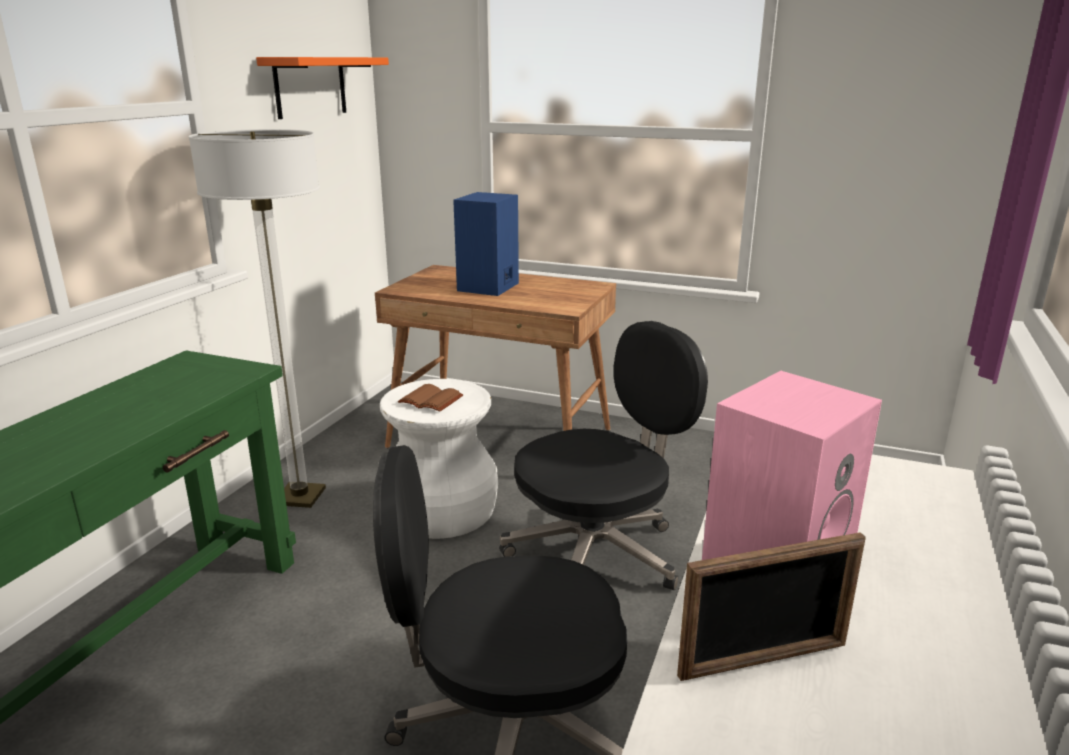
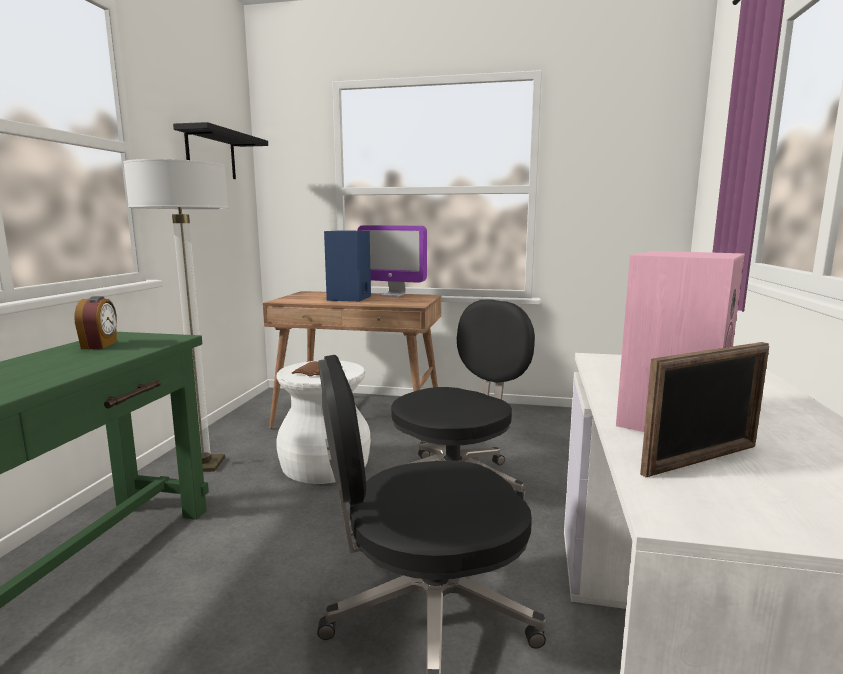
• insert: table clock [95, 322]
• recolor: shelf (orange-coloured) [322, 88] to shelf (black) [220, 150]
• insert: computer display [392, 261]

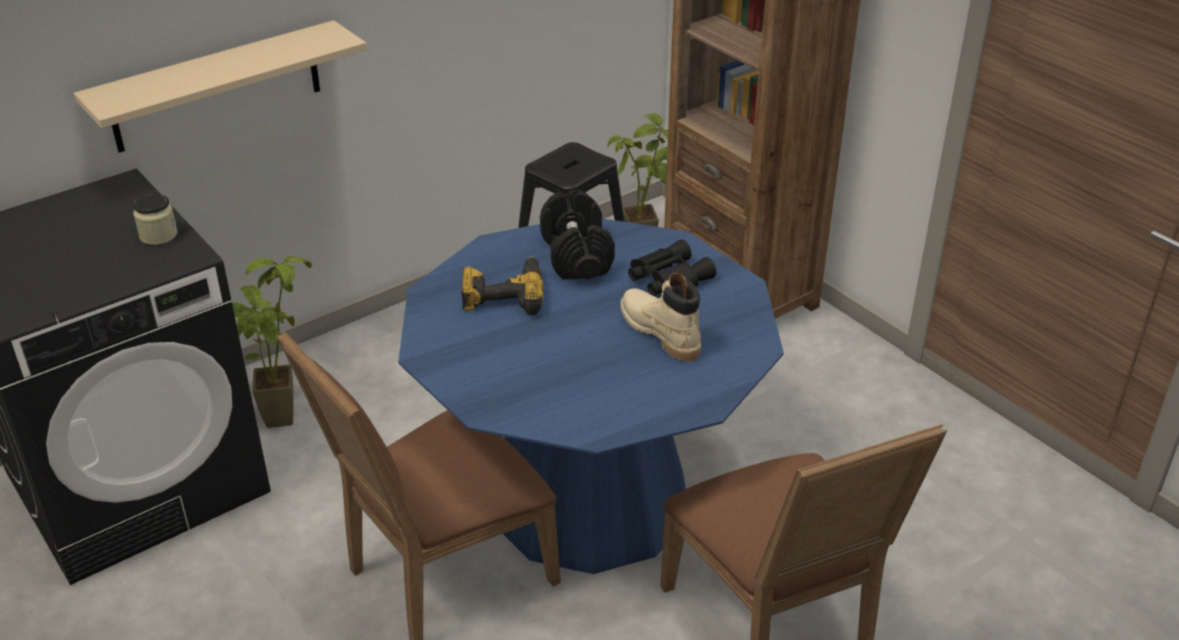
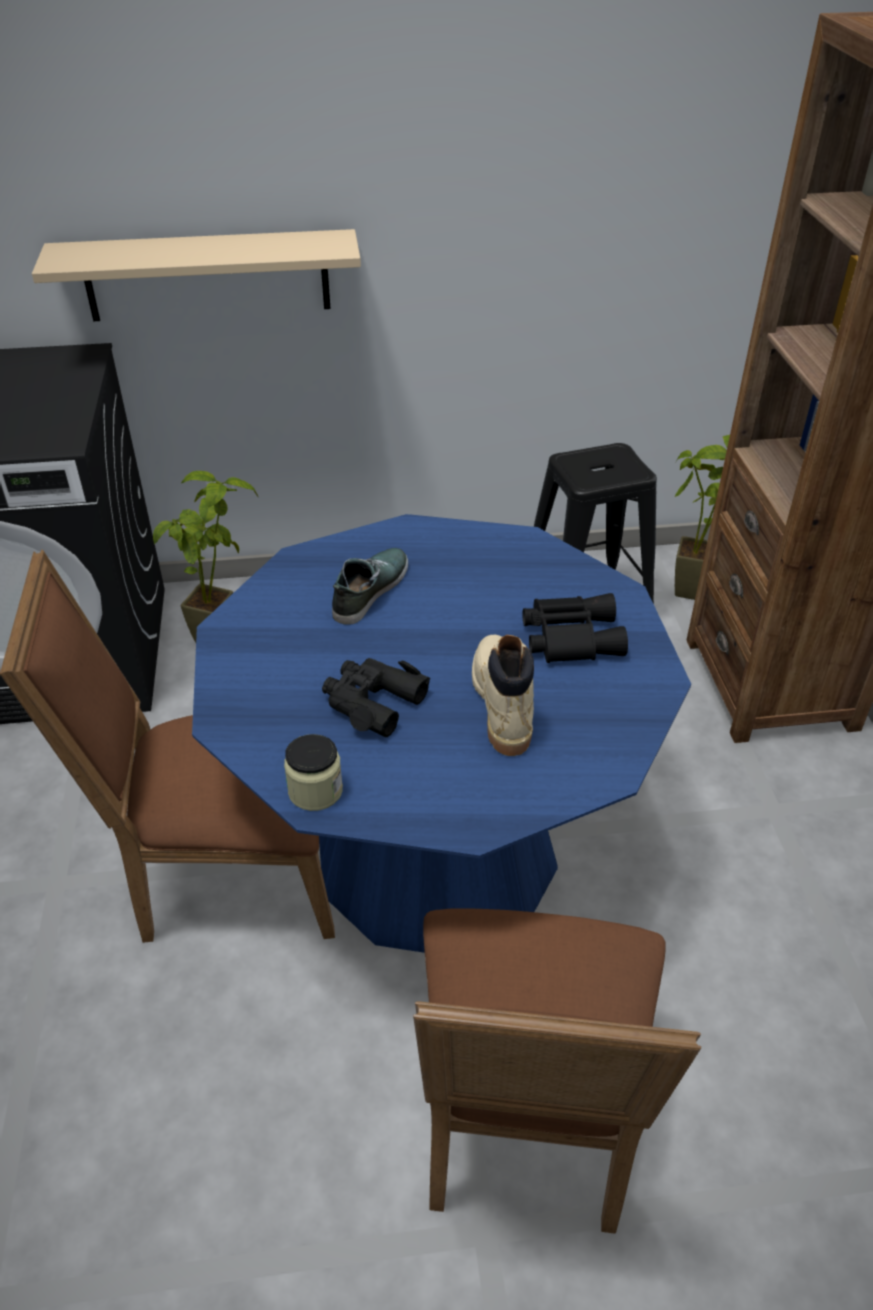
• move: storage jar [155, 219] to [313, 772]
• insert: field glasses (black) [376, 697]
• replace: electric drill [502, 286] to shoe [370, 586]
• delete: free weight (black) [577, 235]

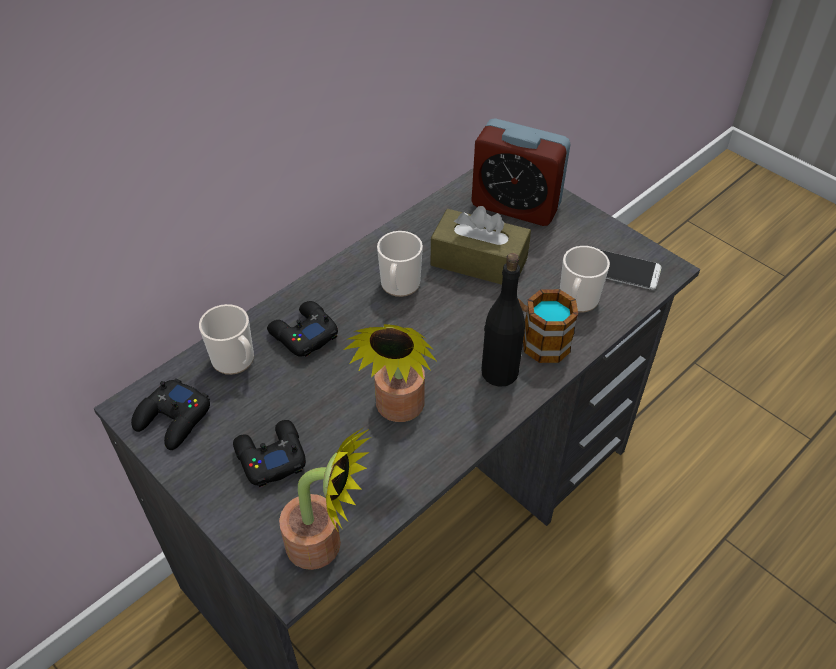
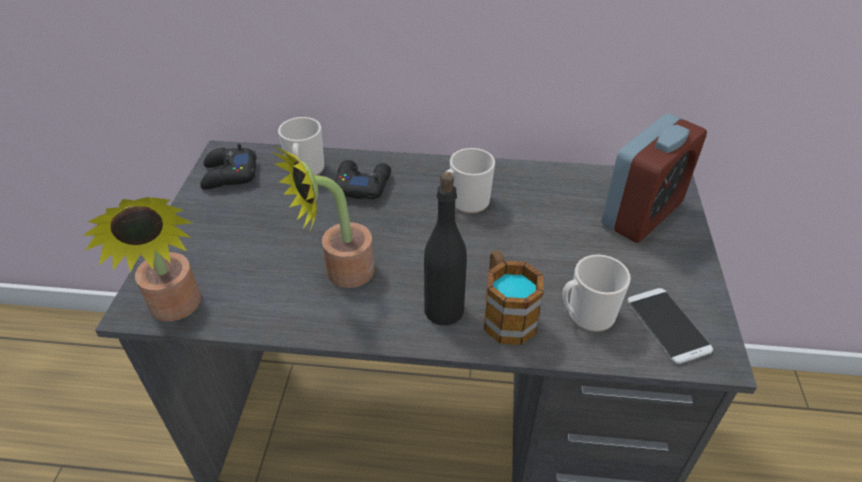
• rotate: table clock [521, 172] = [654, 178] 120 degrees counterclockwise
• delete: gamepad (black) [269, 453]
• delete: tissue box (brown-coloured) [480, 245]

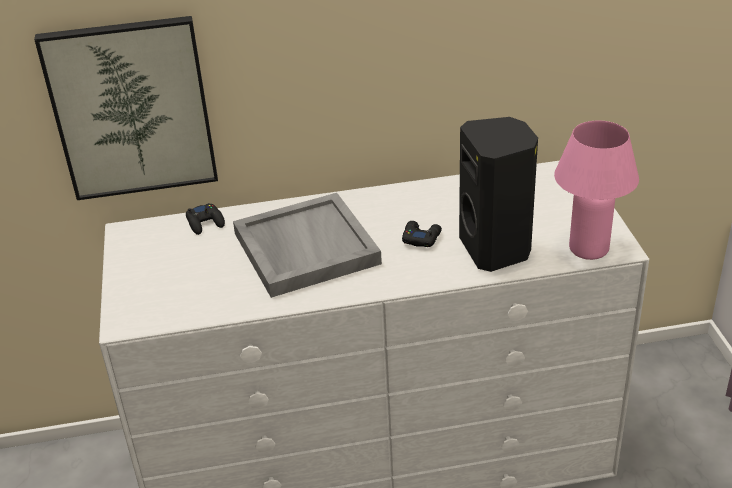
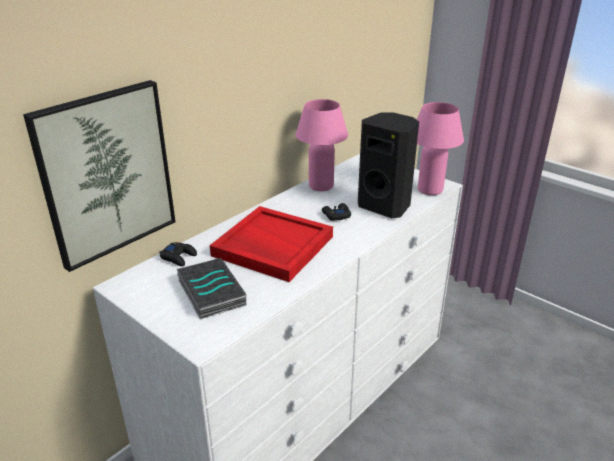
• insert: volume [211, 288]
• recolor: carrying tray (grey) [307, 245] to carrying tray (red) [271, 244]
• insert: lamp for a table (pink) [321, 145]

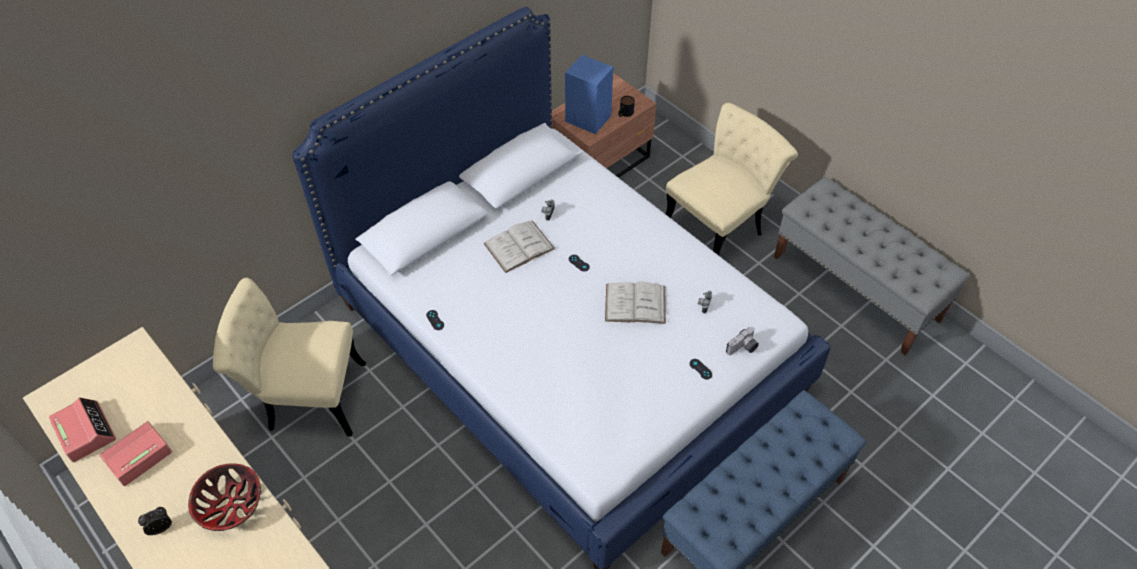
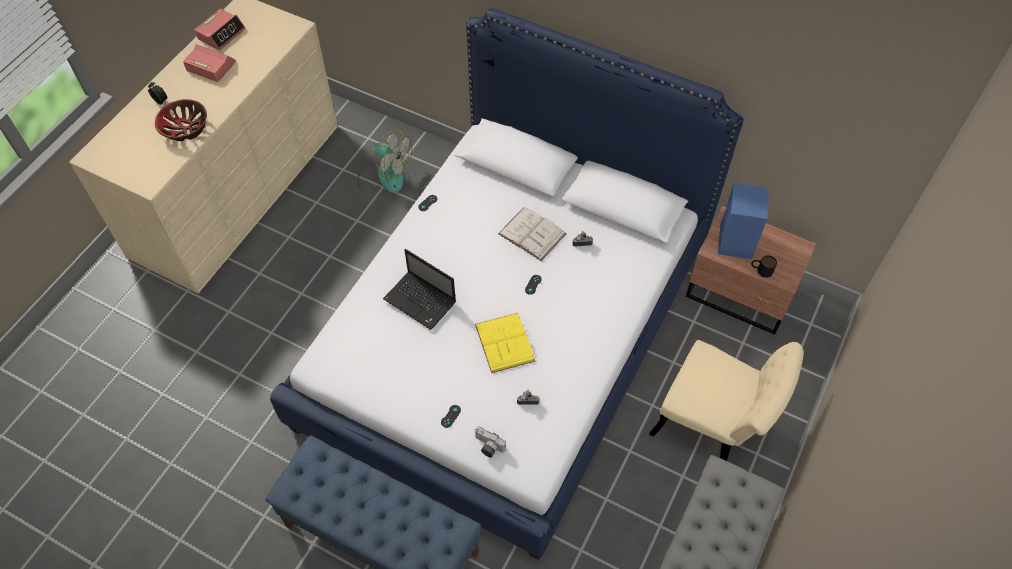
• replace: plain chair (beige-coloured) [289, 357] to fan [385, 161]
• insert: portable computer [419, 289]
• recolor: volume (whitish) [635, 302] to volume (yellow-coloured) [505, 343]

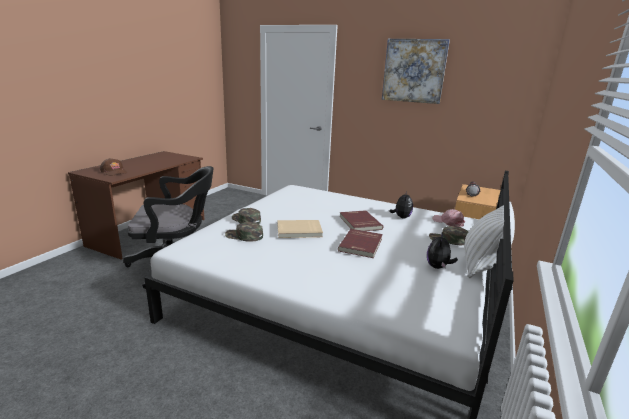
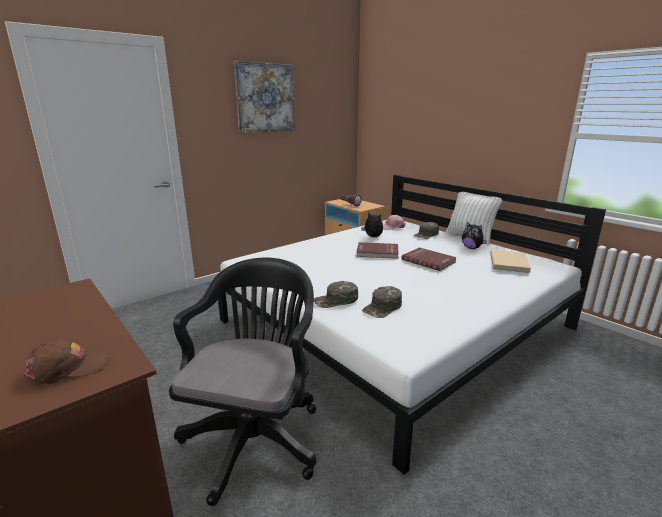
• move: volume (beige-coloured) [300, 229] to [510, 261]

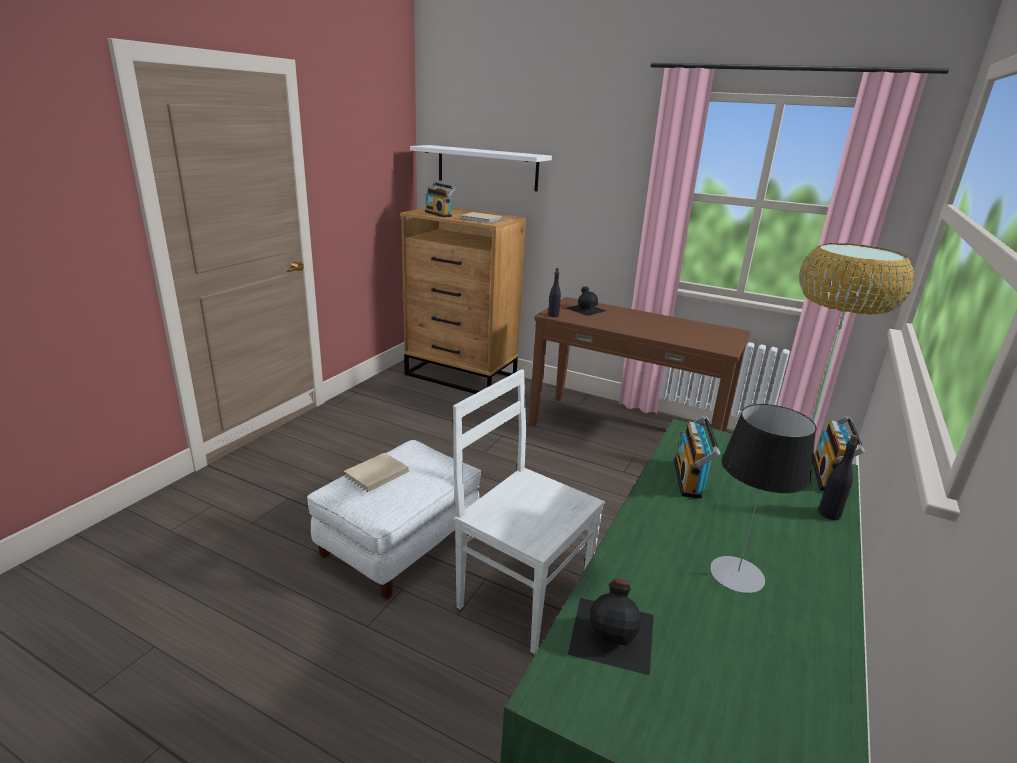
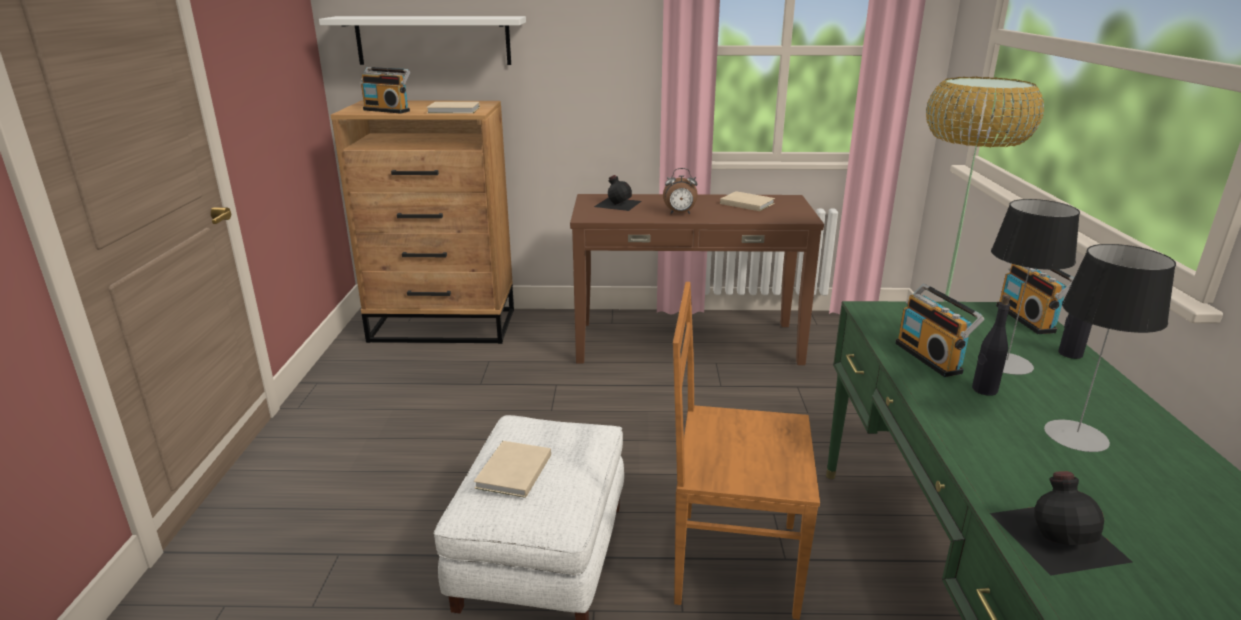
• insert: table clock [680, 191]
• recolor: plain chair (whitish) [529, 511] to plain chair (brown-coloured) [746, 450]
• insert: volume (beige-coloured) [747, 201]
• move: beverage bottle (black) [554, 292] to [991, 345]
• insert: lamp for a table [1035, 287]

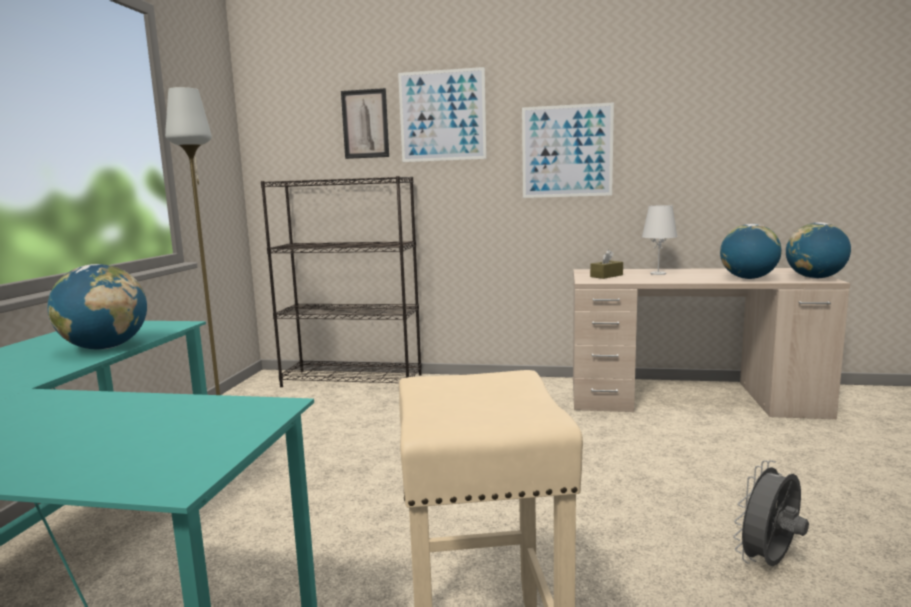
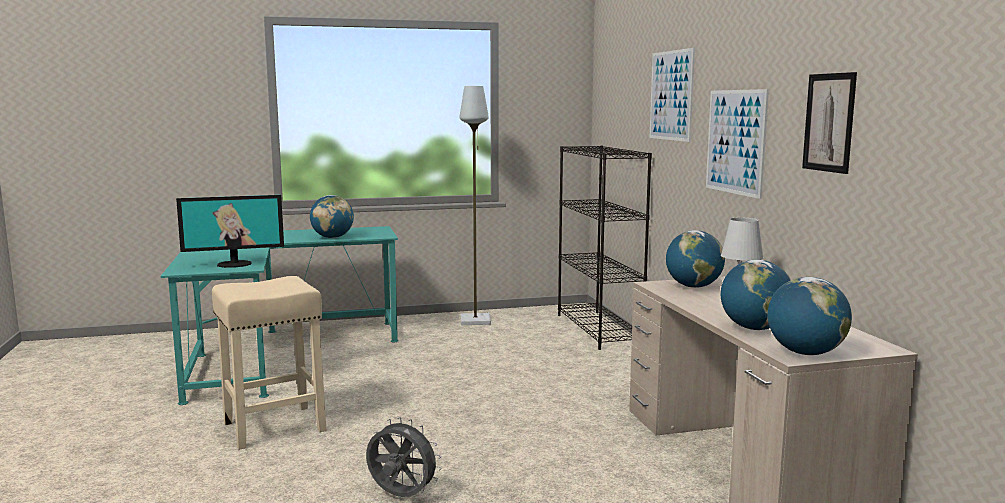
• insert: computer display [230, 231]
• replace: tissue box (brown-coloured) [606, 264] to globe [695, 259]
• move: wall picture [365, 123] to [829, 123]

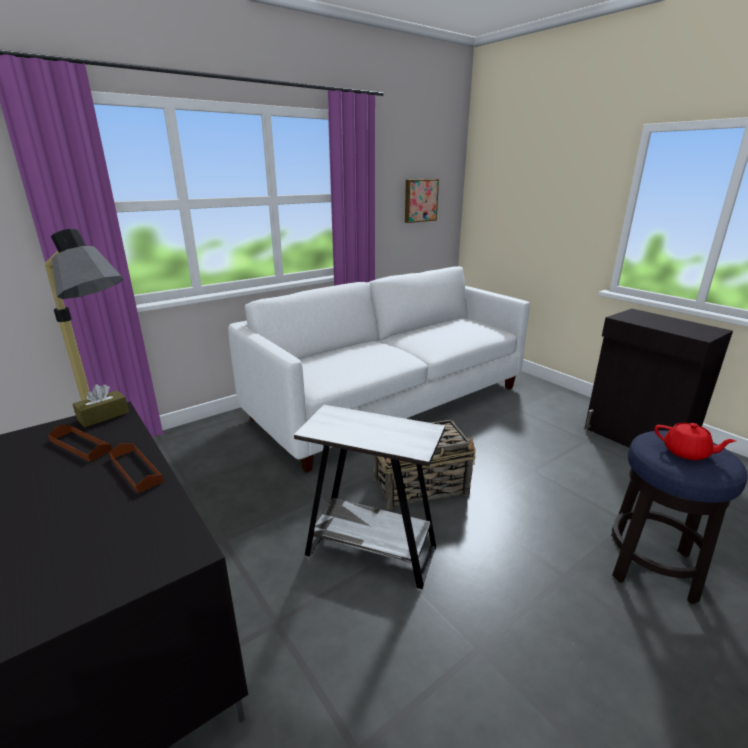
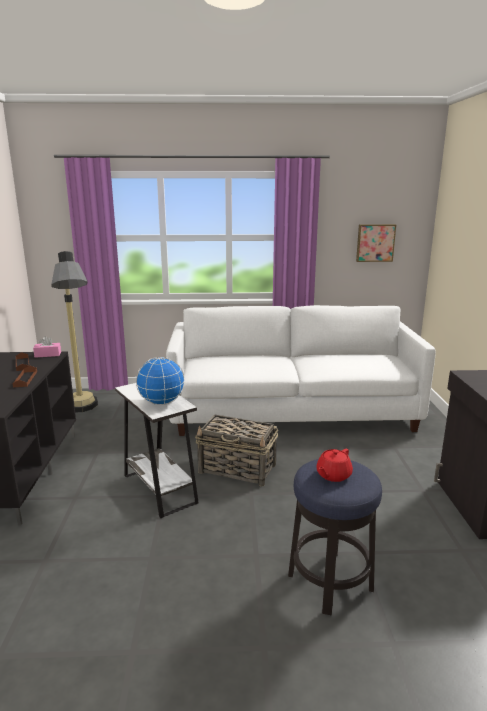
• recolor: tissue box (brown-coloured) [101, 405] to tissue box (pink) [47, 347]
• insert: globe [160, 381]
• rotate: pot for tea (red) [695, 441] = [334, 465] 60 degrees clockwise

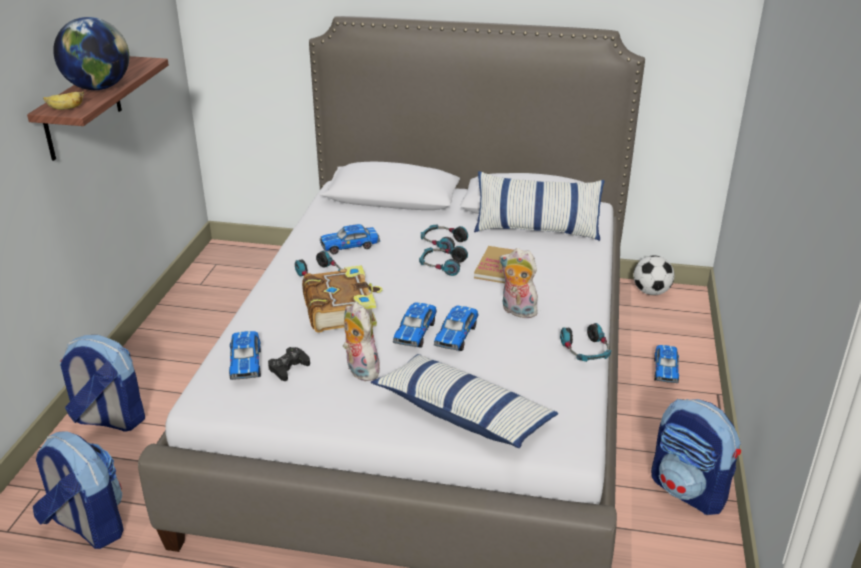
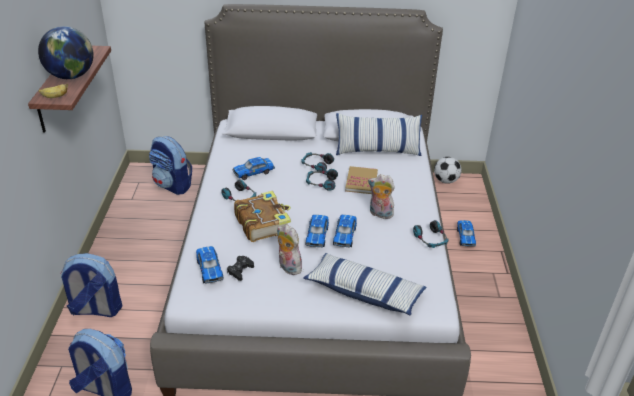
• move: rucksack [696, 457] to [170, 165]

